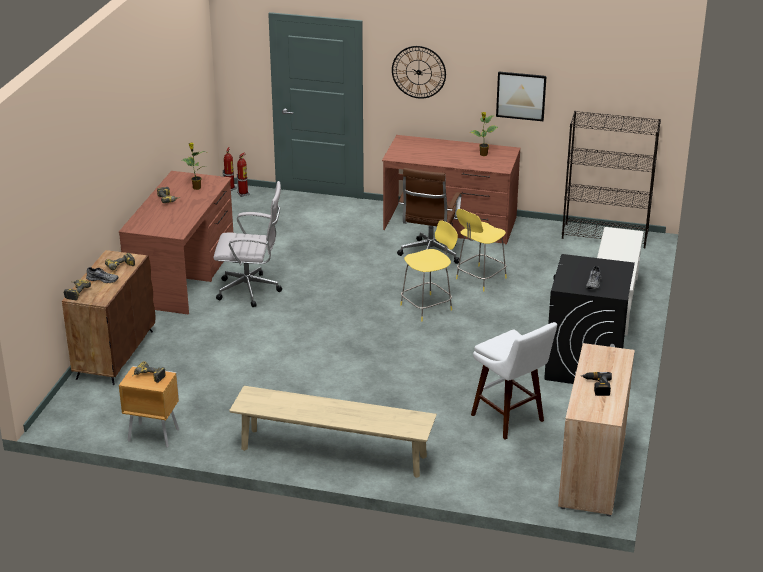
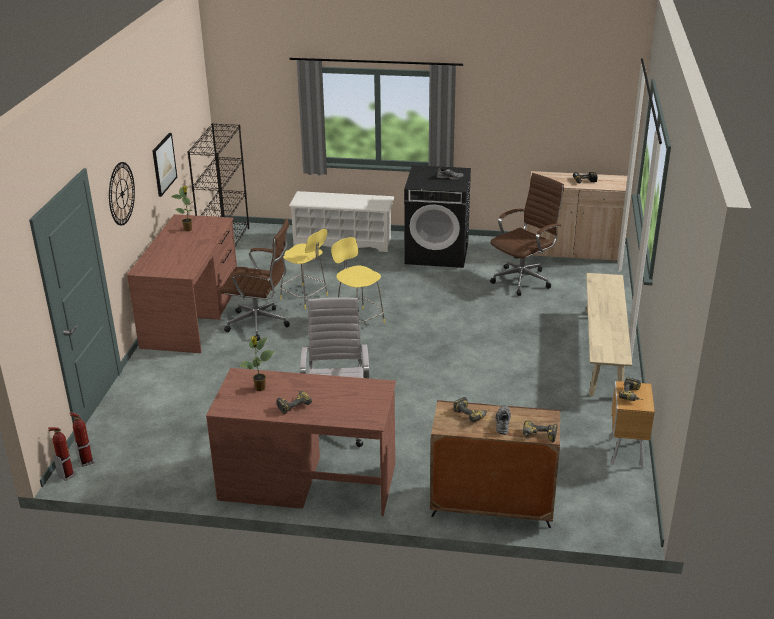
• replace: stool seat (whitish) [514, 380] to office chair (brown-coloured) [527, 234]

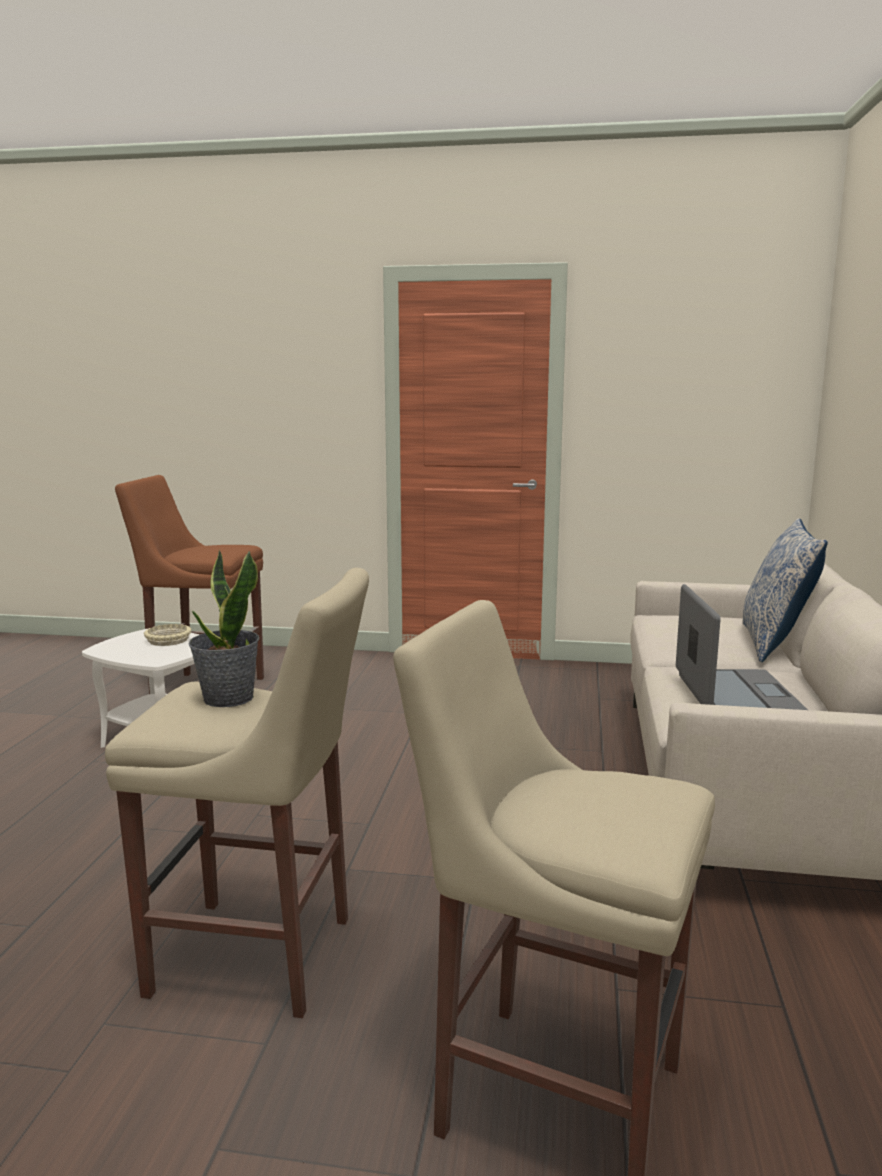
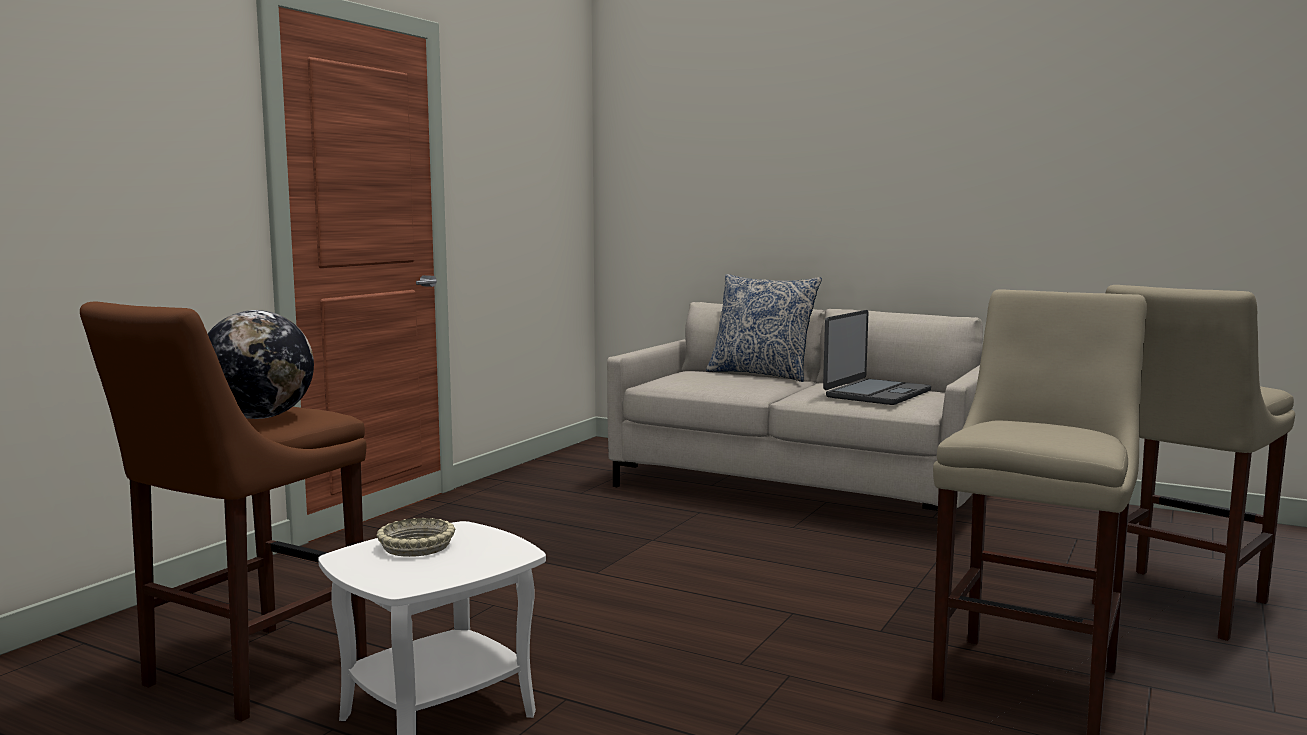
• insert: globe [261, 364]
• rotate: portable computer [742, 647] = [877, 357] 105 degrees clockwise
• delete: houseplant [224, 628]

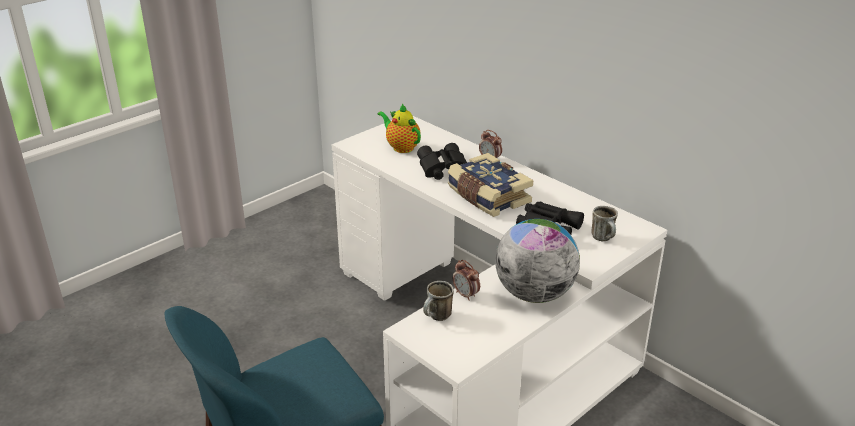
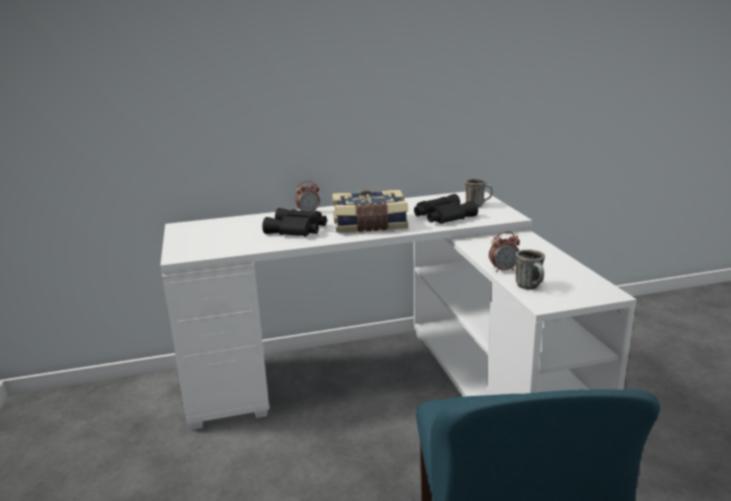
• delete: pot for tea [399, 128]
• delete: globe [537, 261]

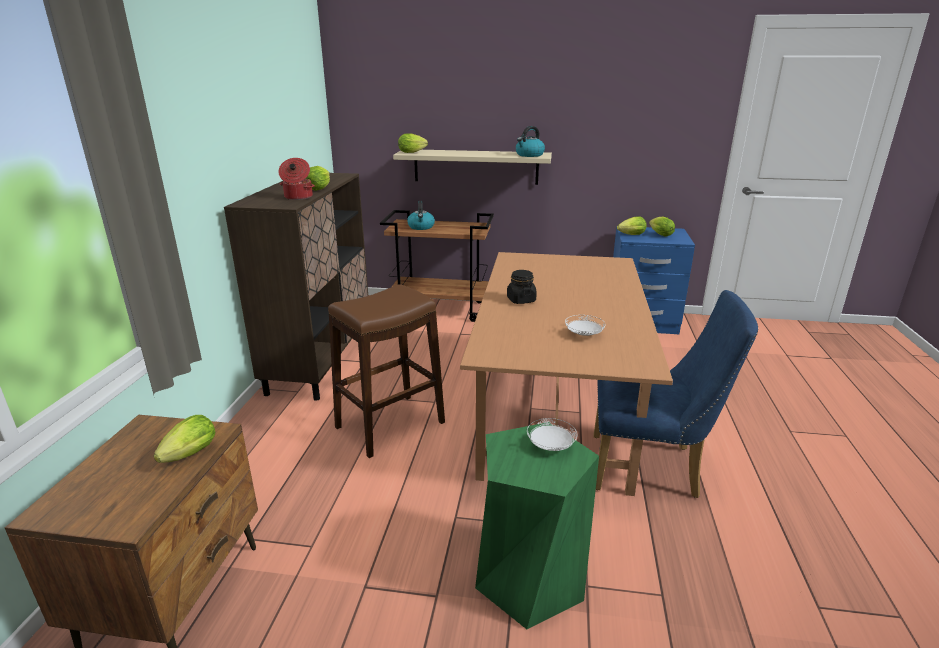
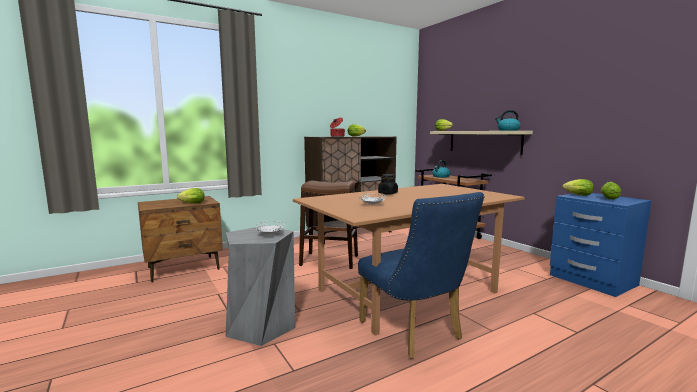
• recolor: stool seat (green) [537, 525] to stool seat (grey) [260, 286]

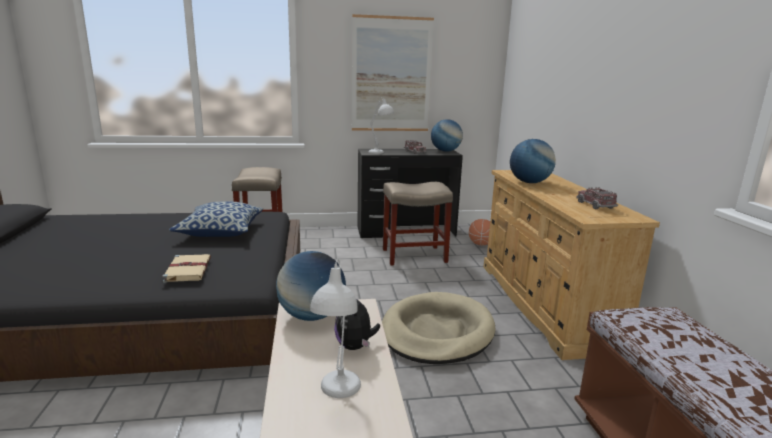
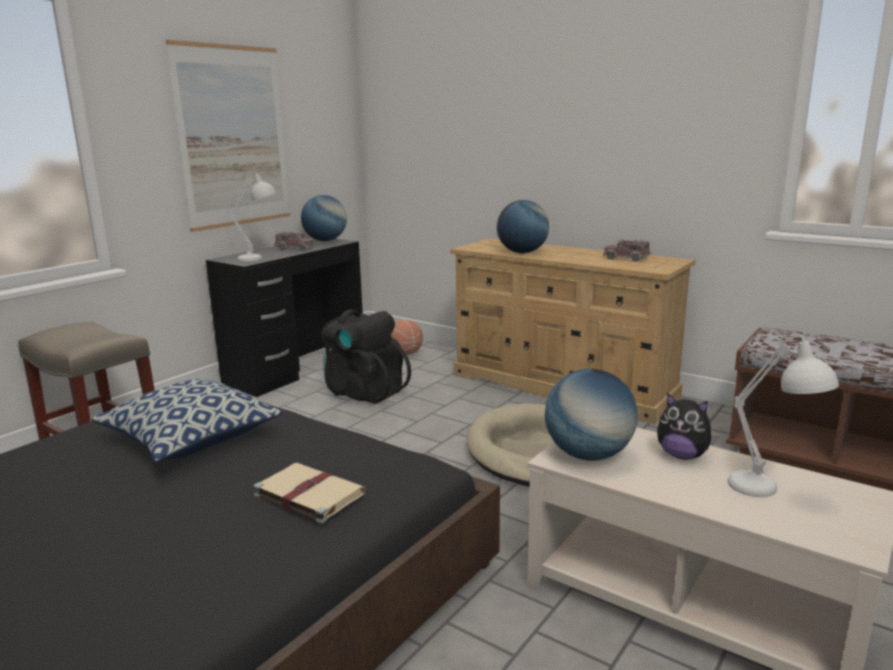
• replace: stool seat (beige-coloured) [418, 224] to rucksack (black) [366, 357]

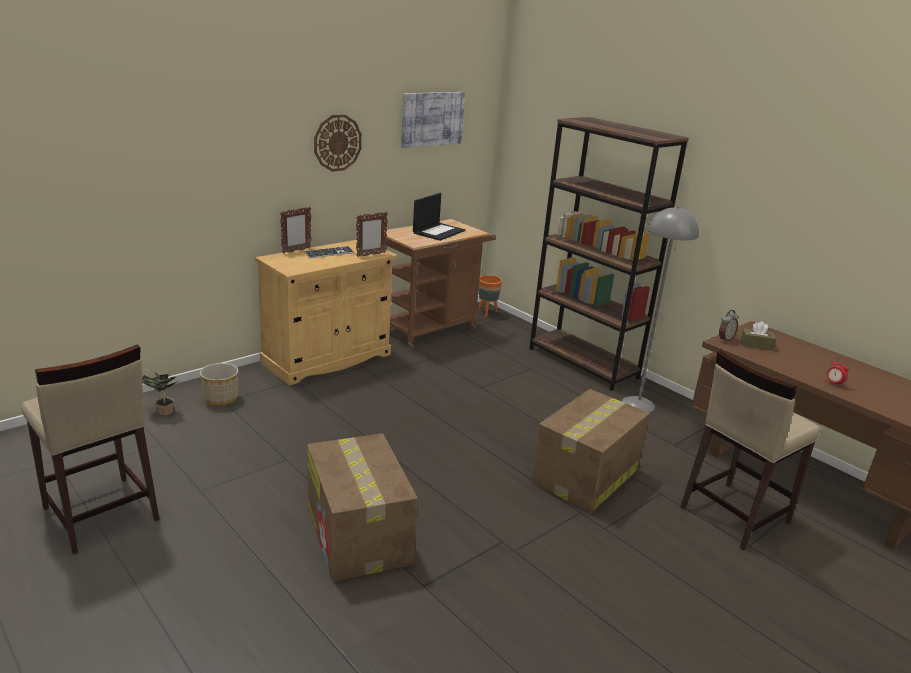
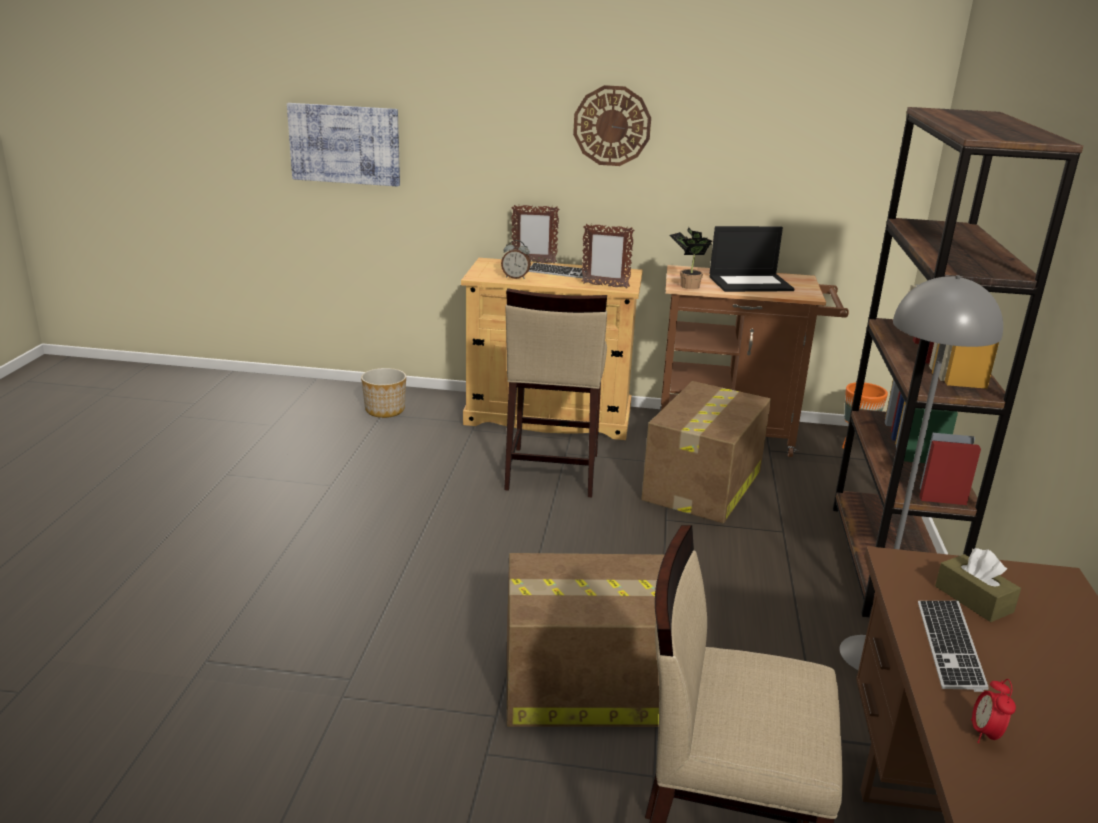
• move: wall picture [433, 120] to [343, 144]
• move: table clock [729, 326] to [516, 259]
• move: stool seat (beige-coloured) [90, 449] to [555, 392]
• move: packing box [362, 507] to [706, 452]
• move: houseplant [160, 393] to [690, 258]
• insert: computer keyboard [953, 646]

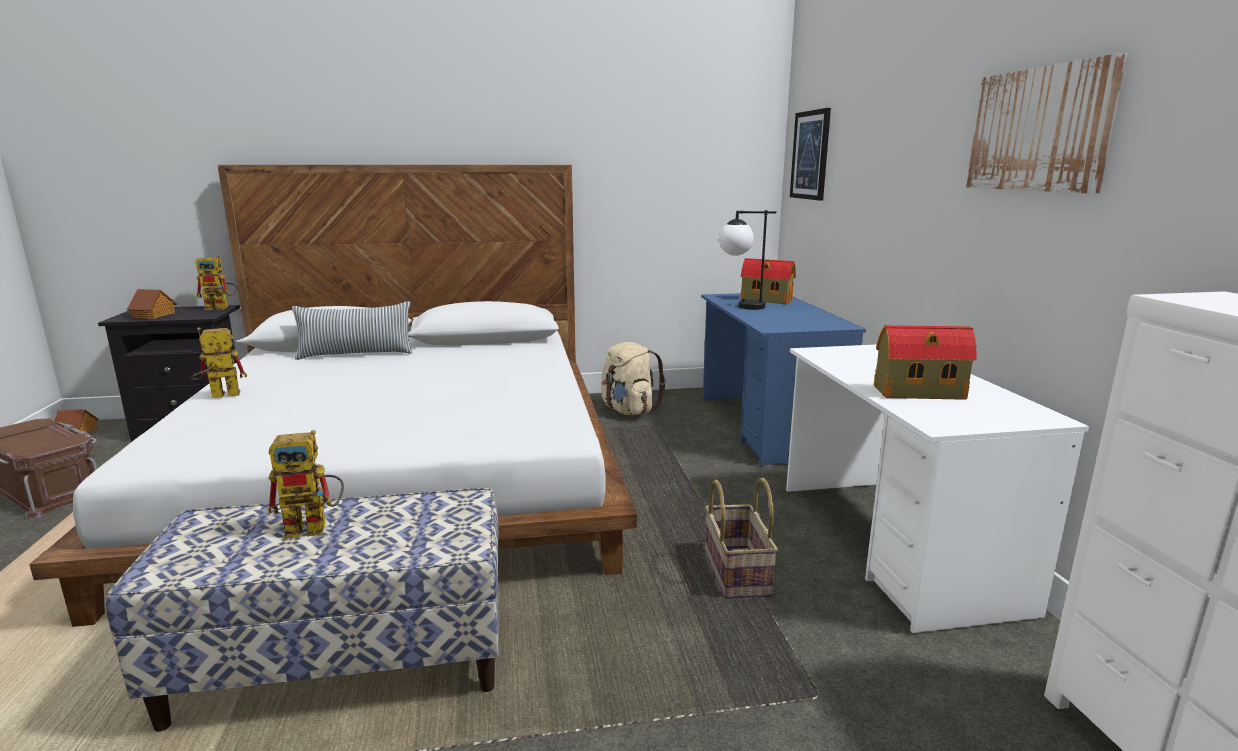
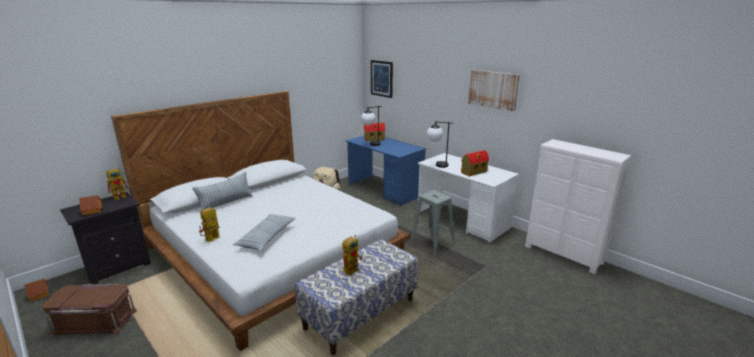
• insert: throw pillow [264, 232]
• replace: storage basket [741, 538] to stool seat (grey) [432, 222]
• insert: lamp for a table [440, 144]

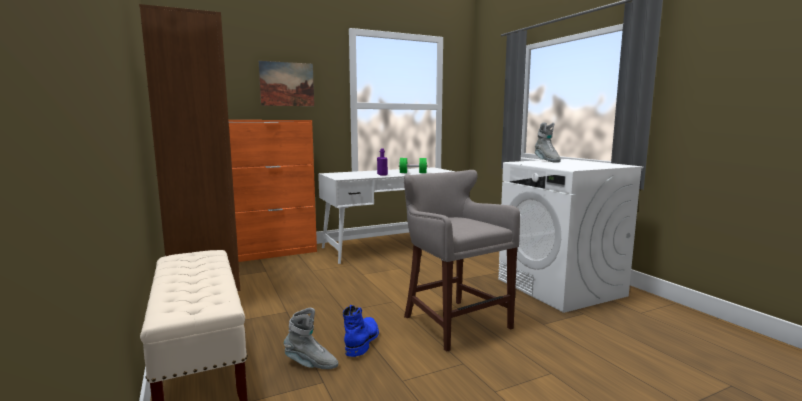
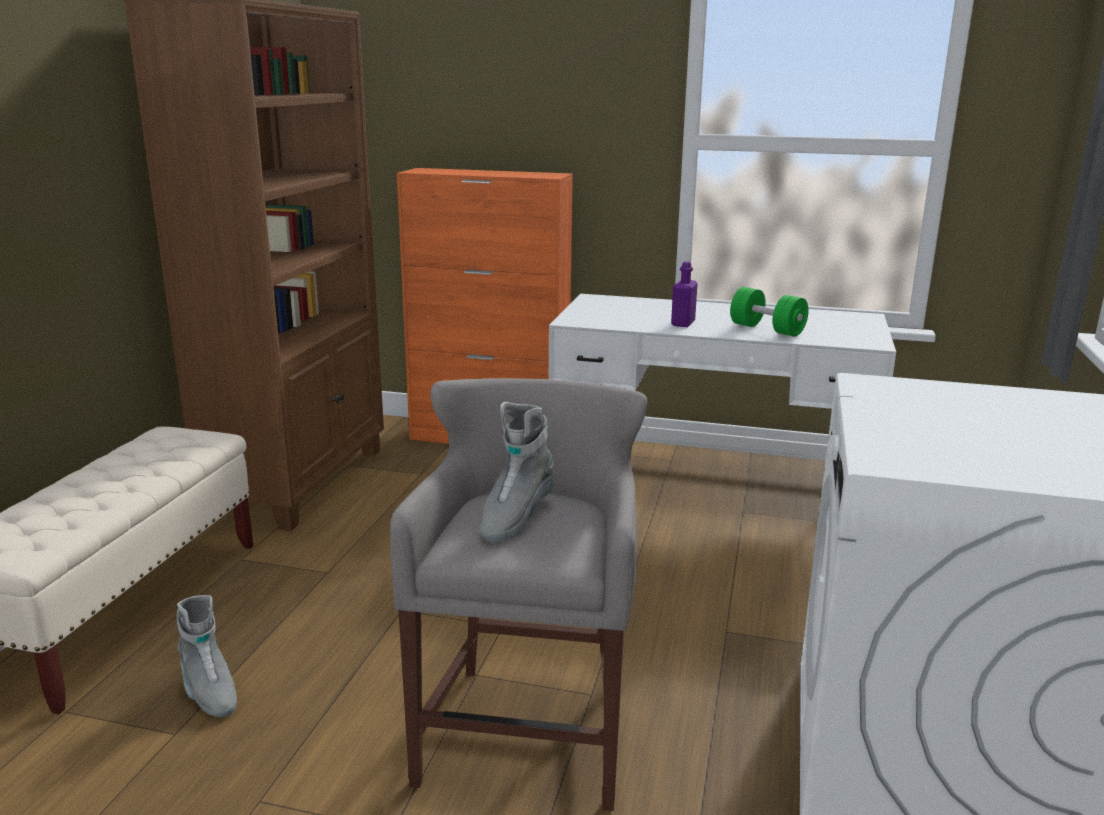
• move: boot (grey) [548, 142] to [517, 472]
• delete: wall picture [286, 83]
• delete: boot (blue-coloured) [361, 331]

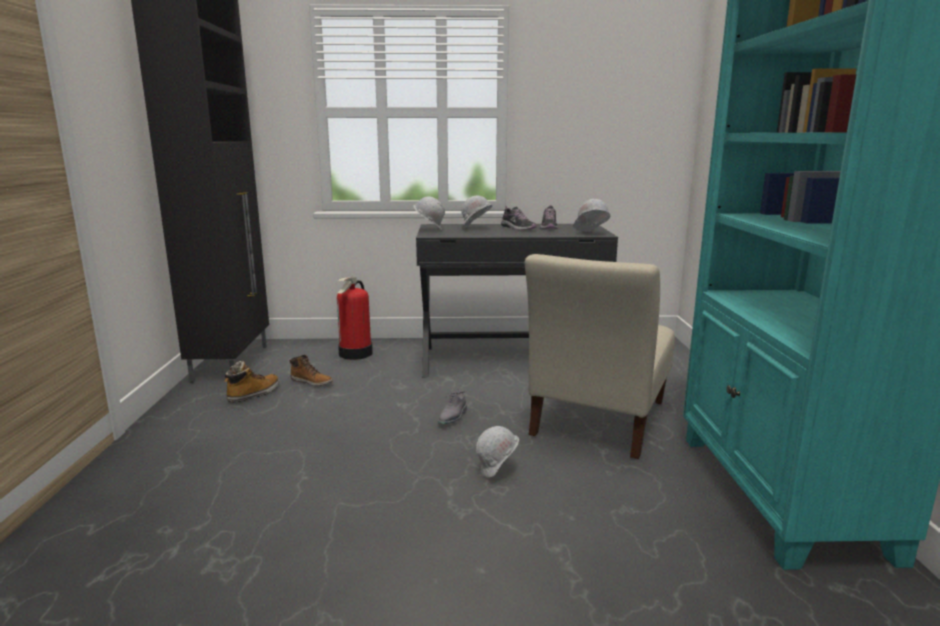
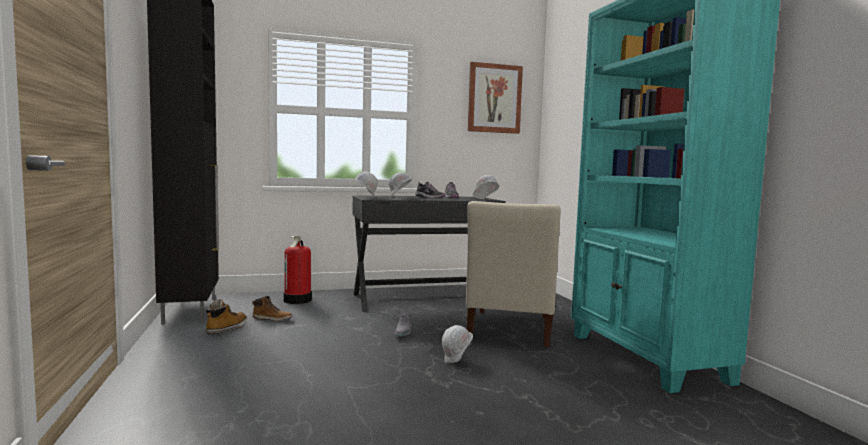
• insert: wall picture [495, 98]

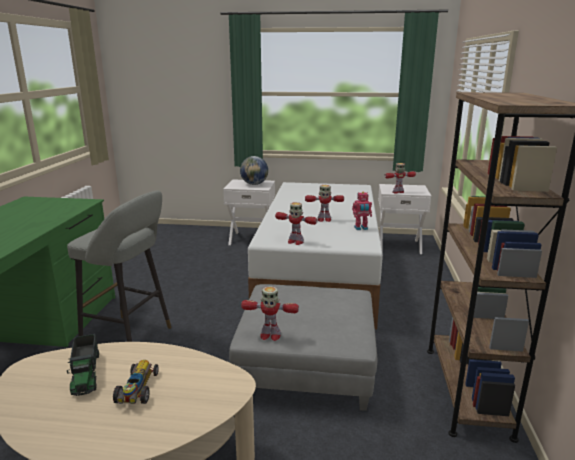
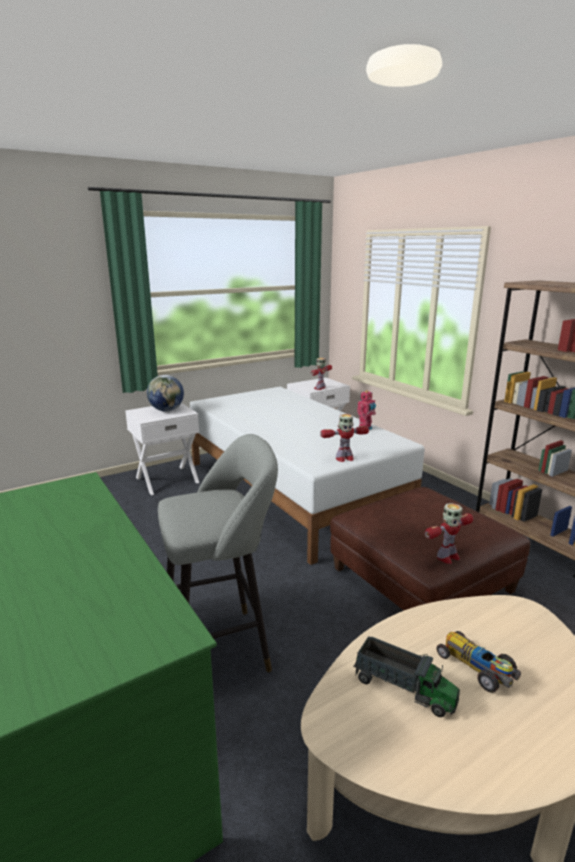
• recolor: pouffe (grey) [303, 347] to pouffe (brown-coloured) [430, 548]
• delete: robot figure [324, 203]

